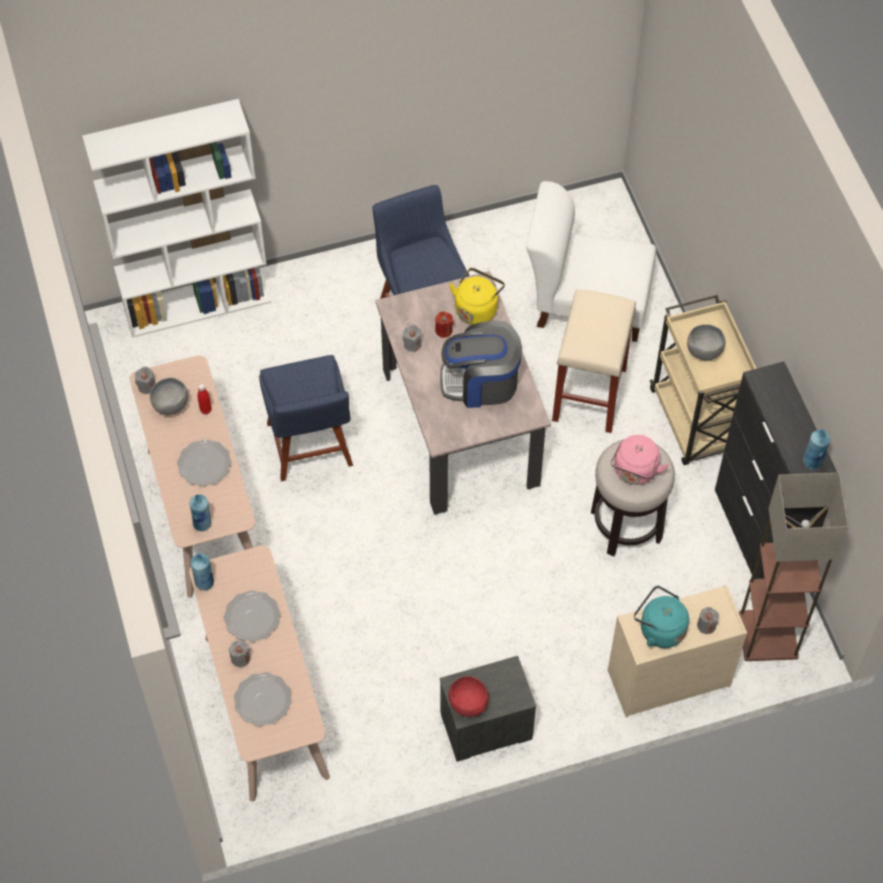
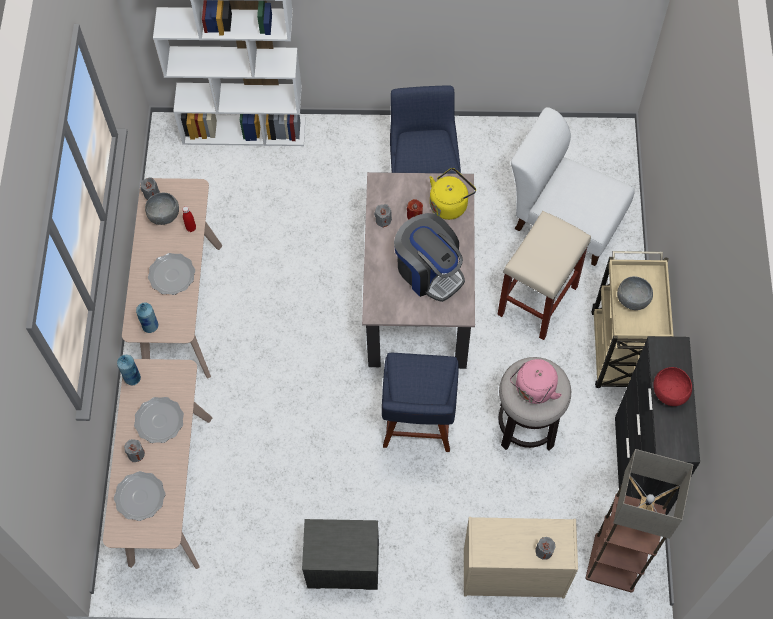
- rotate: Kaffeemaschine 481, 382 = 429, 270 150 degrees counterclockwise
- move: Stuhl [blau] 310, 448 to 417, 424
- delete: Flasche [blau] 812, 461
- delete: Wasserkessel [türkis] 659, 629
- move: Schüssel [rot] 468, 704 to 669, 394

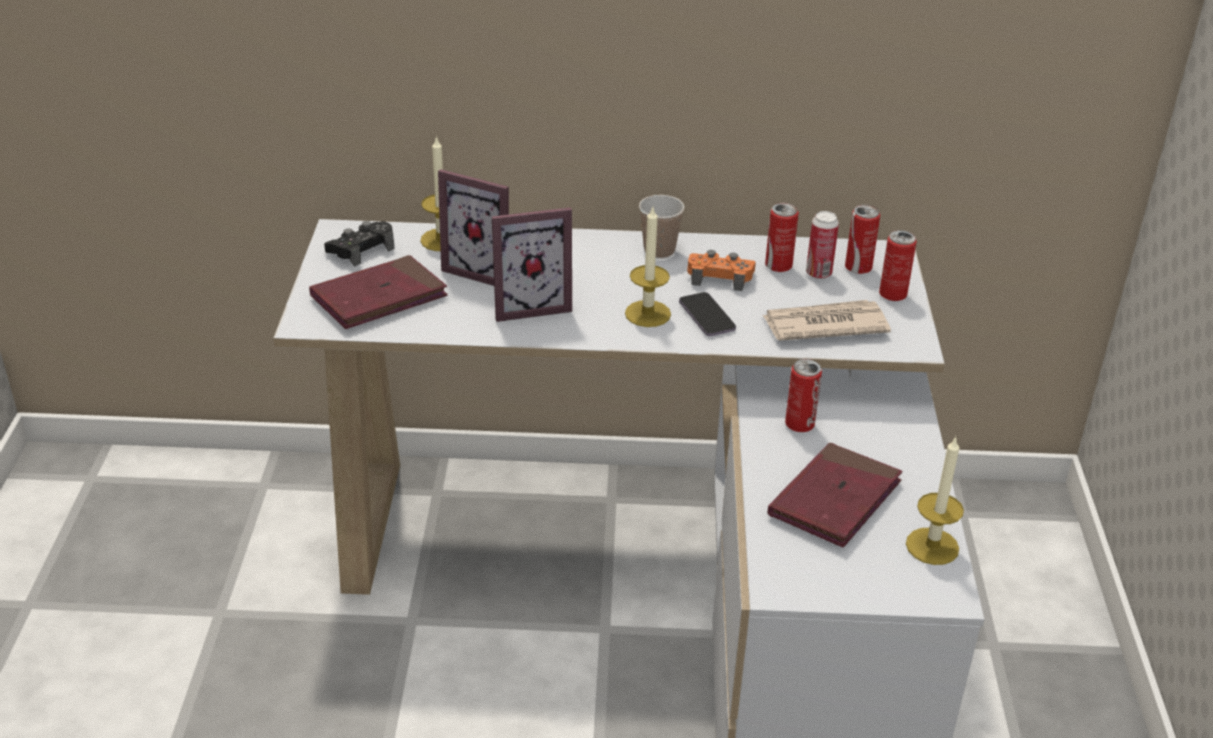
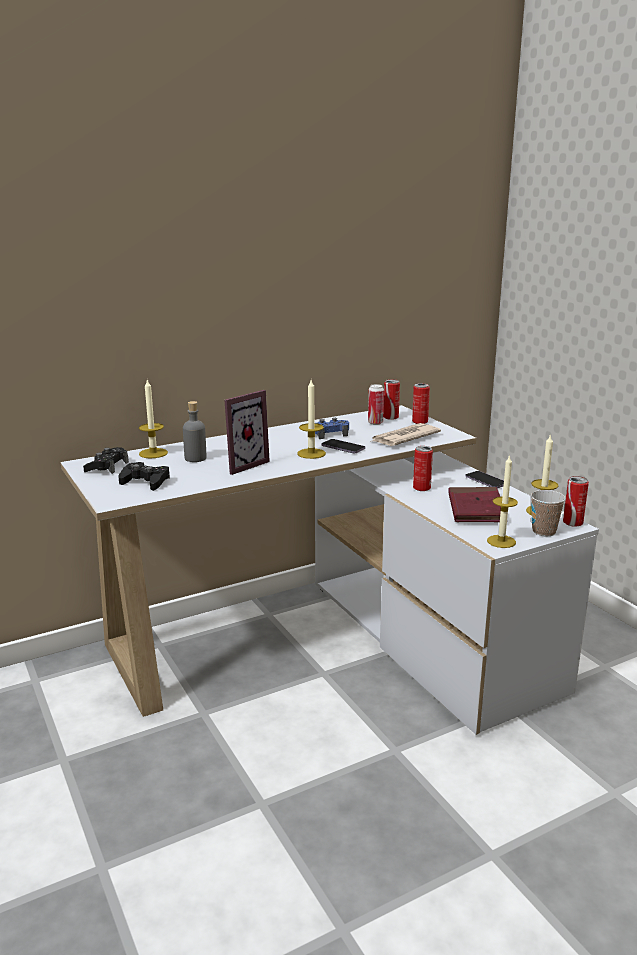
- replace: Bilderrahmen 484, 269 to Flasche [grau] 195, 458
- move: Tasse 659, 251 to 544, 531
- move: Dose 778, 266 to 572, 523
- recolor: Gamepad [orange] 720, 277 to Gamepad [blau] 329, 434
- replace: Buch [rot] 379, 297 to Gamepad [schwarz] 145, 482
- insert: Kerze 501, 541
- insert: Handy 486, 481

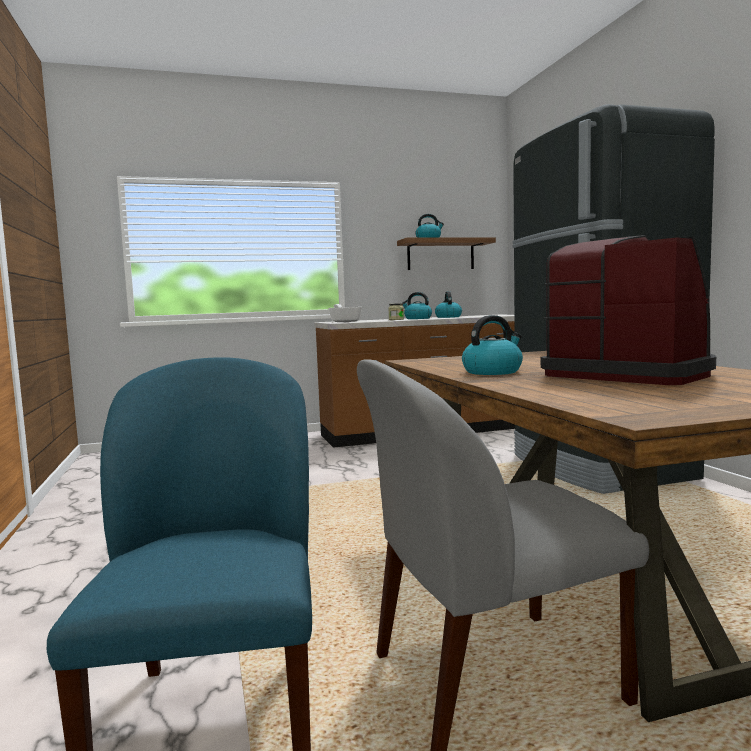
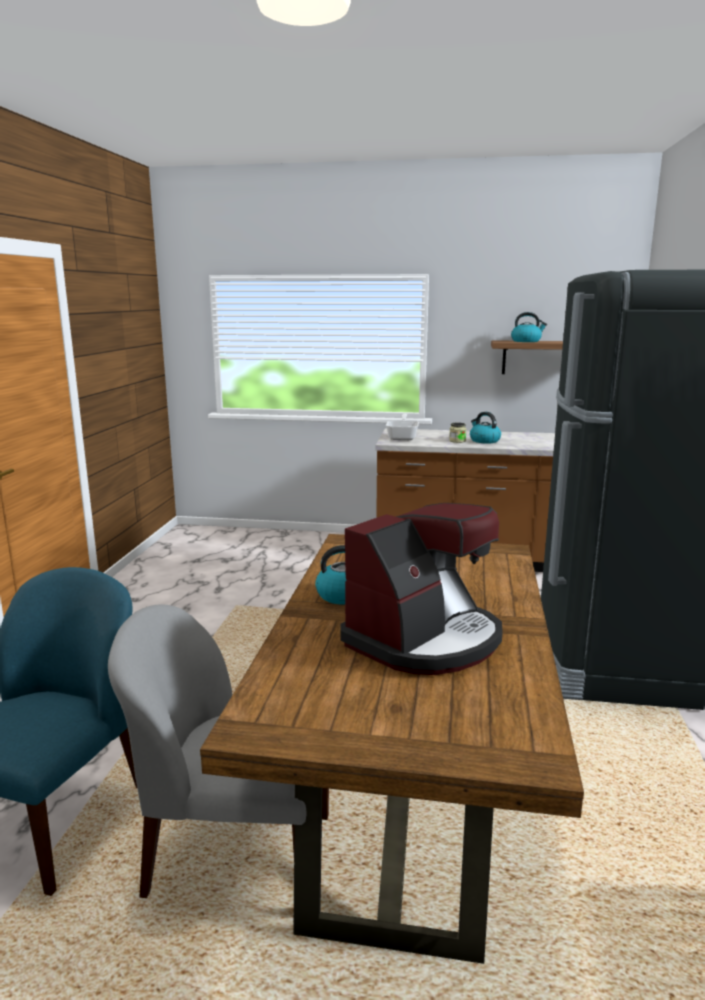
- rotate: Kaffeemaschine 629, 374 = 425, 639 60 degrees clockwise
- delete: Wasserkessel 448, 317

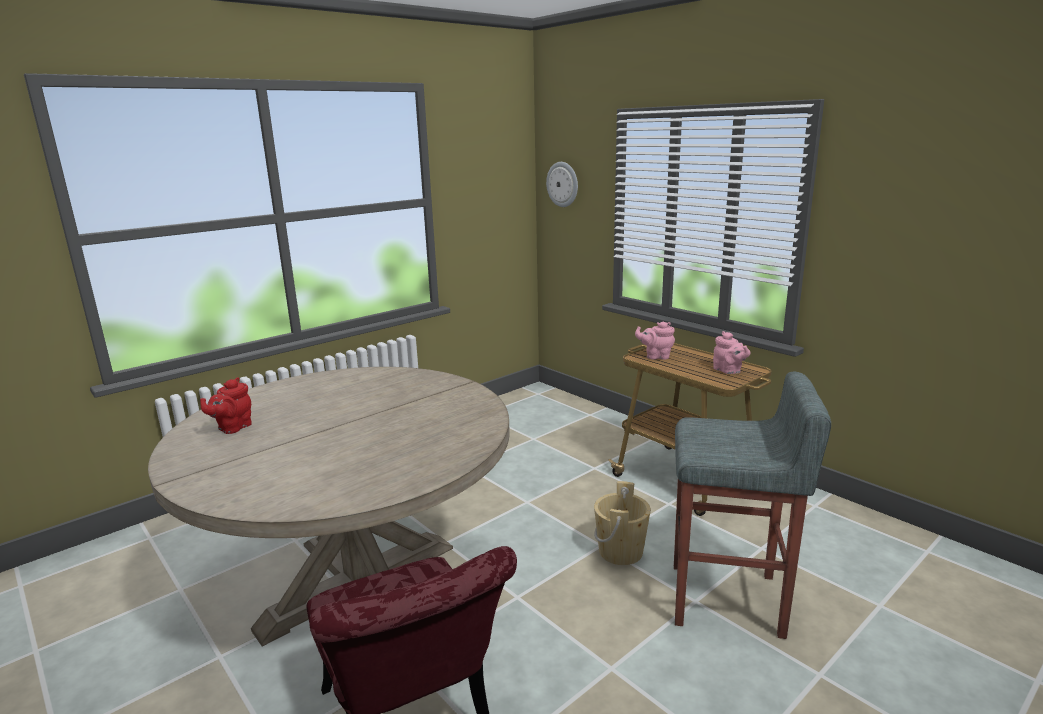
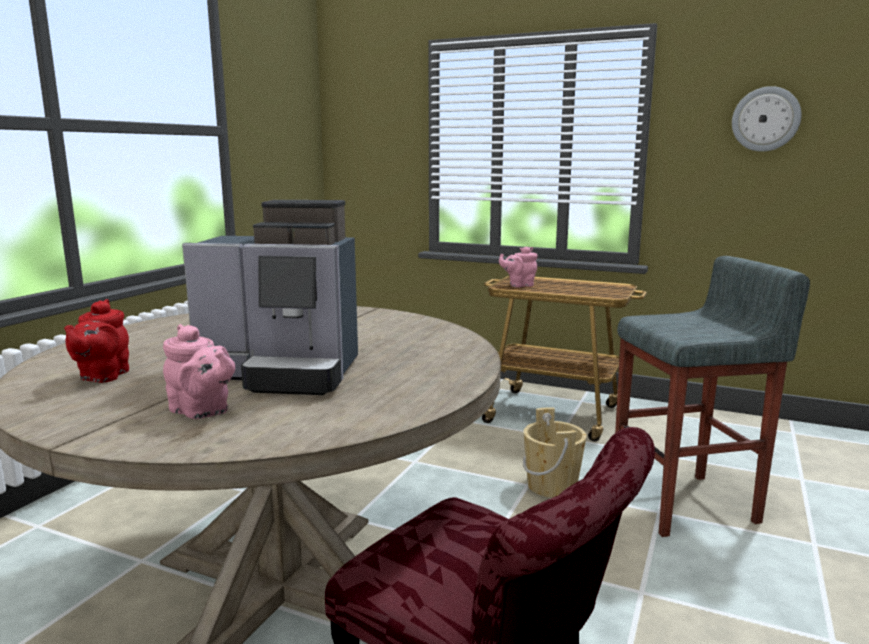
- move: Wanduhr 563, 184 to 765, 119
- move: Teekanne [rosa] 728, 371 to 202, 411
- insert: Kaffeemaschine 284, 374

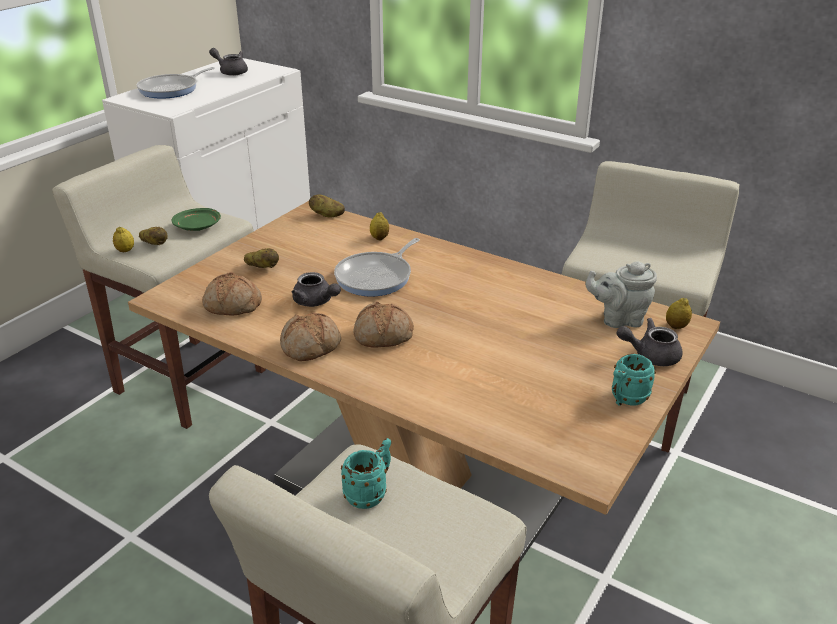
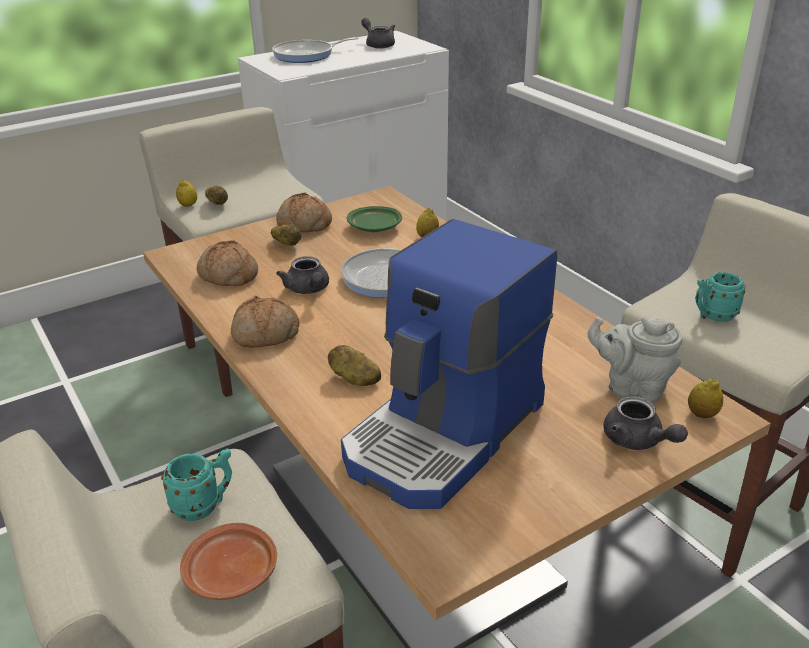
- move: Kartoffel 327, 215 to 354, 379
- move: Teller [grün] 198, 226 to 375, 228
- move: Brot 383, 336 to 304, 225
- rotate: Teekanne [grau] 650, 355 = 637, 441 150 degrees counterclockwise
- move: Henkelbecher [türkis] 625, 399 to 712, 316
- insert: Kaffeemaschine 446, 434
- insert: Teller [braun] 231, 574

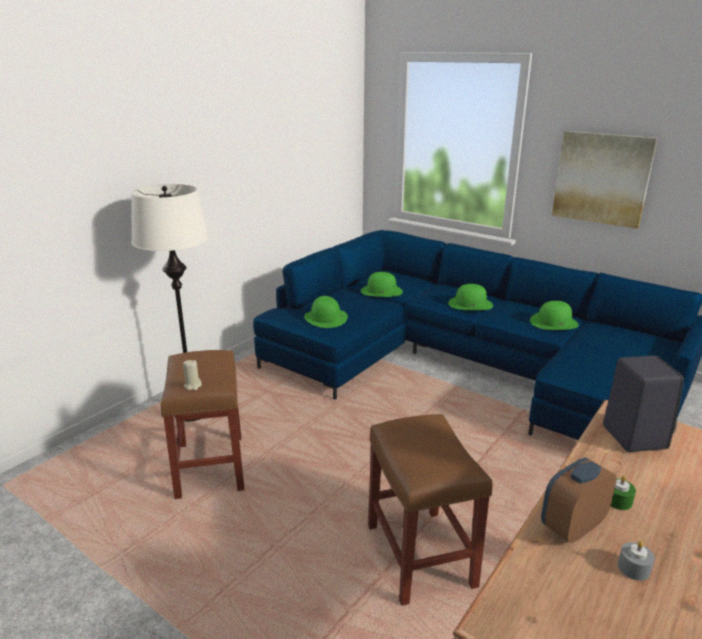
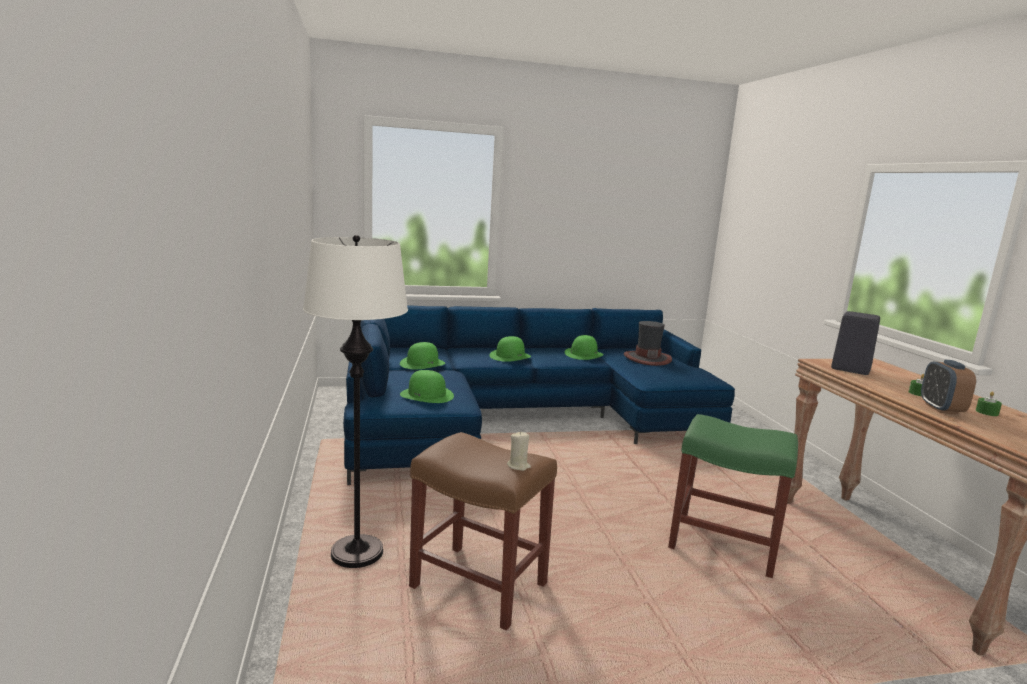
- delete: Bild 602, 178
- recolor: Hocker [braun] 421, 556 to Hocker [grün] 725, 545
- recolor: Kerze [grau] 633, 568 to Kerze [grün] 986, 412
- insert: Hut 647, 358

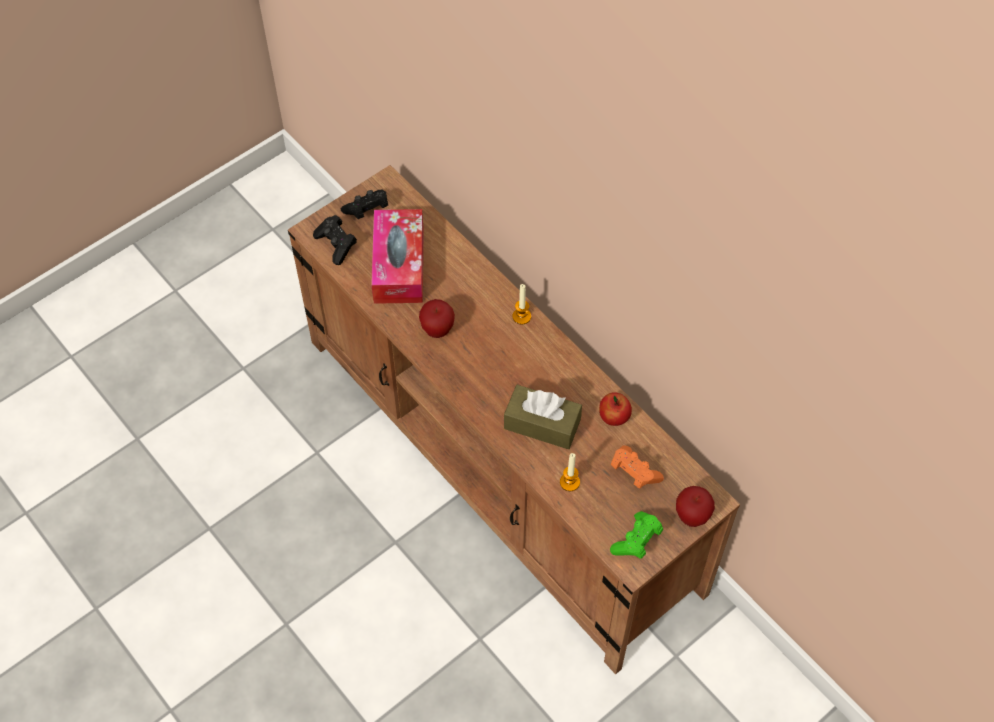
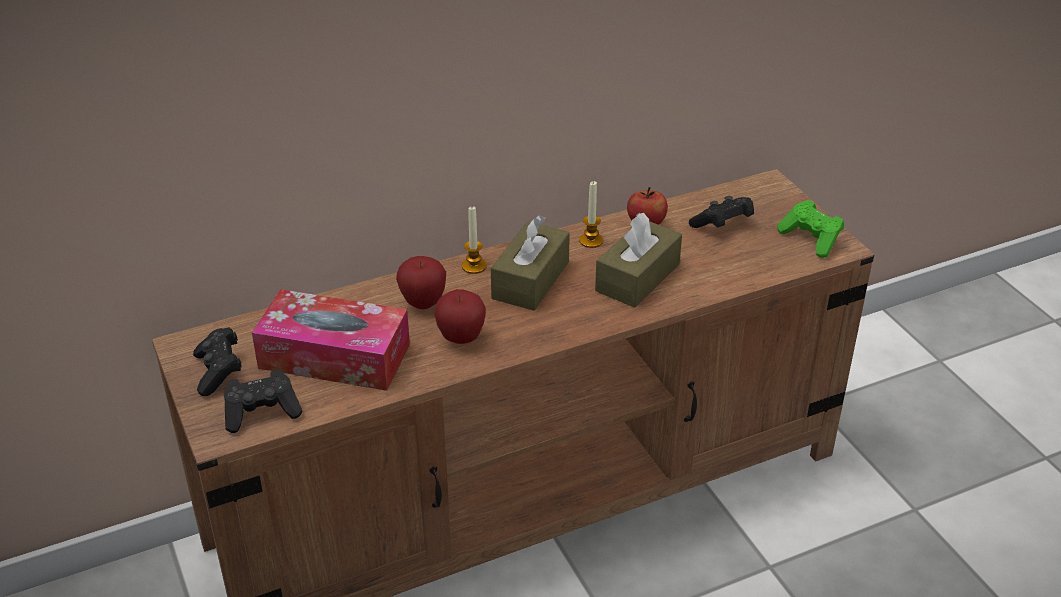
- recolor: Gamepad [orange] 634, 472 to Gamepad [schwarz] 722, 225
- move: Kerze 569, 482 to 591, 241
- move: Apfel 692, 516 to 423, 303
- insert: Taschentuchbox [braun] 530, 280

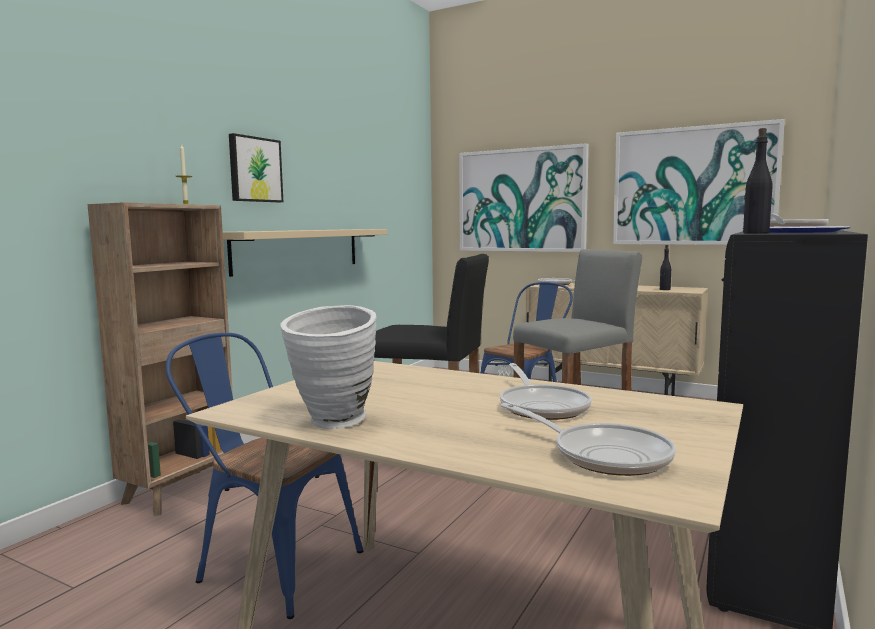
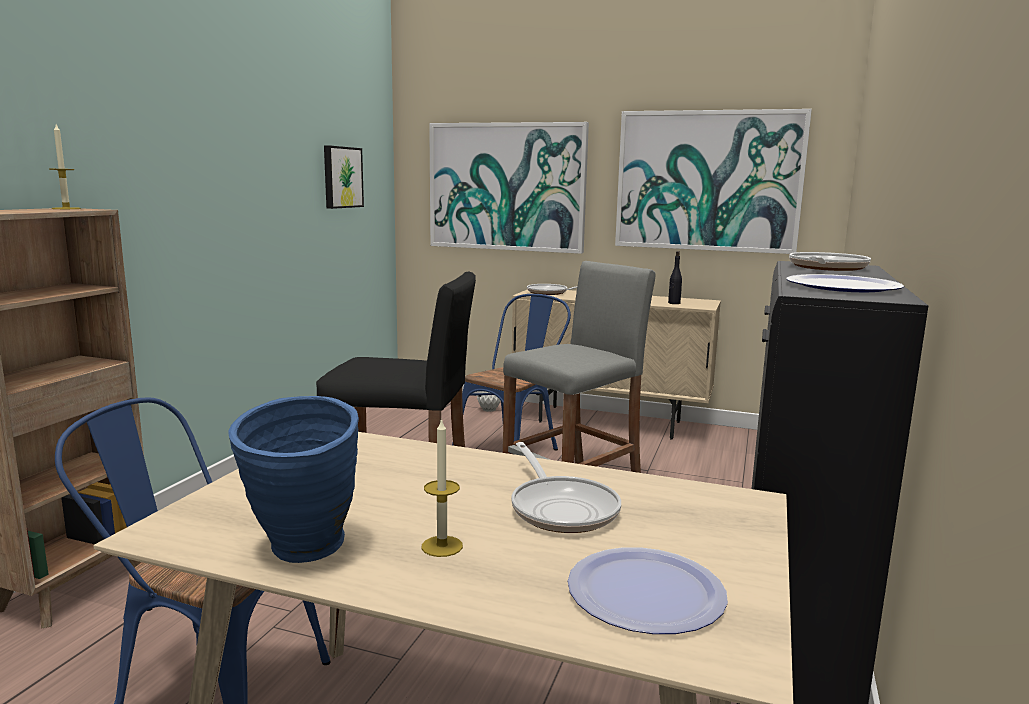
- delete: Flasche [schwarz] 755, 233
- move: Bild 254, 169 to 341, 177
- delete: Wandregal [beige] 298, 250
- recolor: Vase [weiß] 333, 424 to Vase [blau] 303, 554
- replace: Pfanne 603, 455 to Teller 645, 592
- insert: Kerze 442, 546

